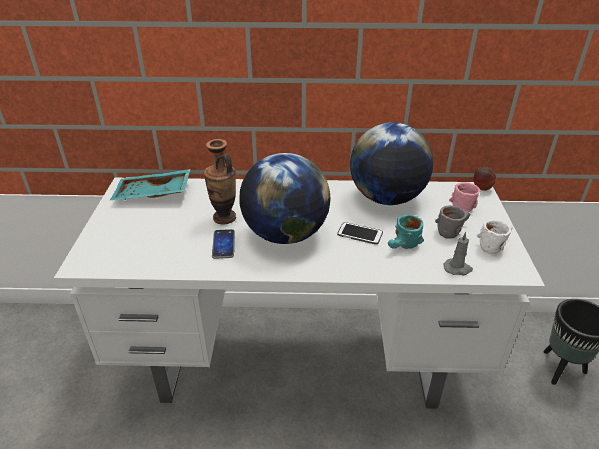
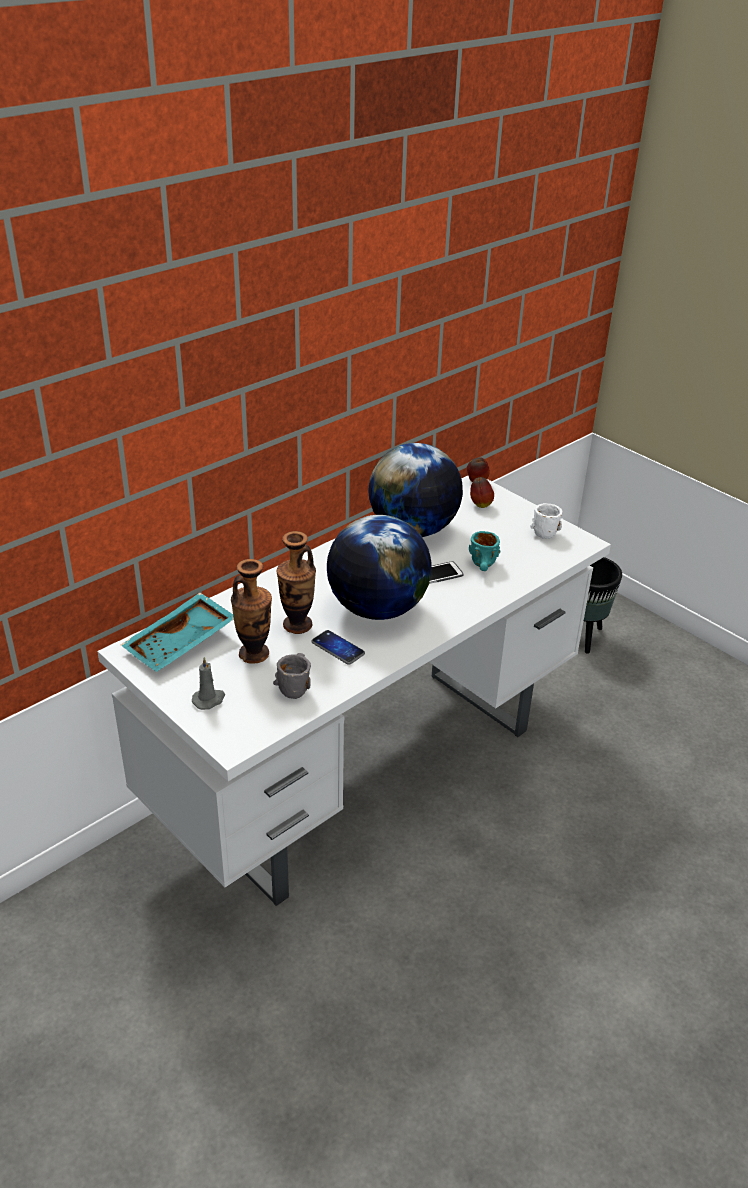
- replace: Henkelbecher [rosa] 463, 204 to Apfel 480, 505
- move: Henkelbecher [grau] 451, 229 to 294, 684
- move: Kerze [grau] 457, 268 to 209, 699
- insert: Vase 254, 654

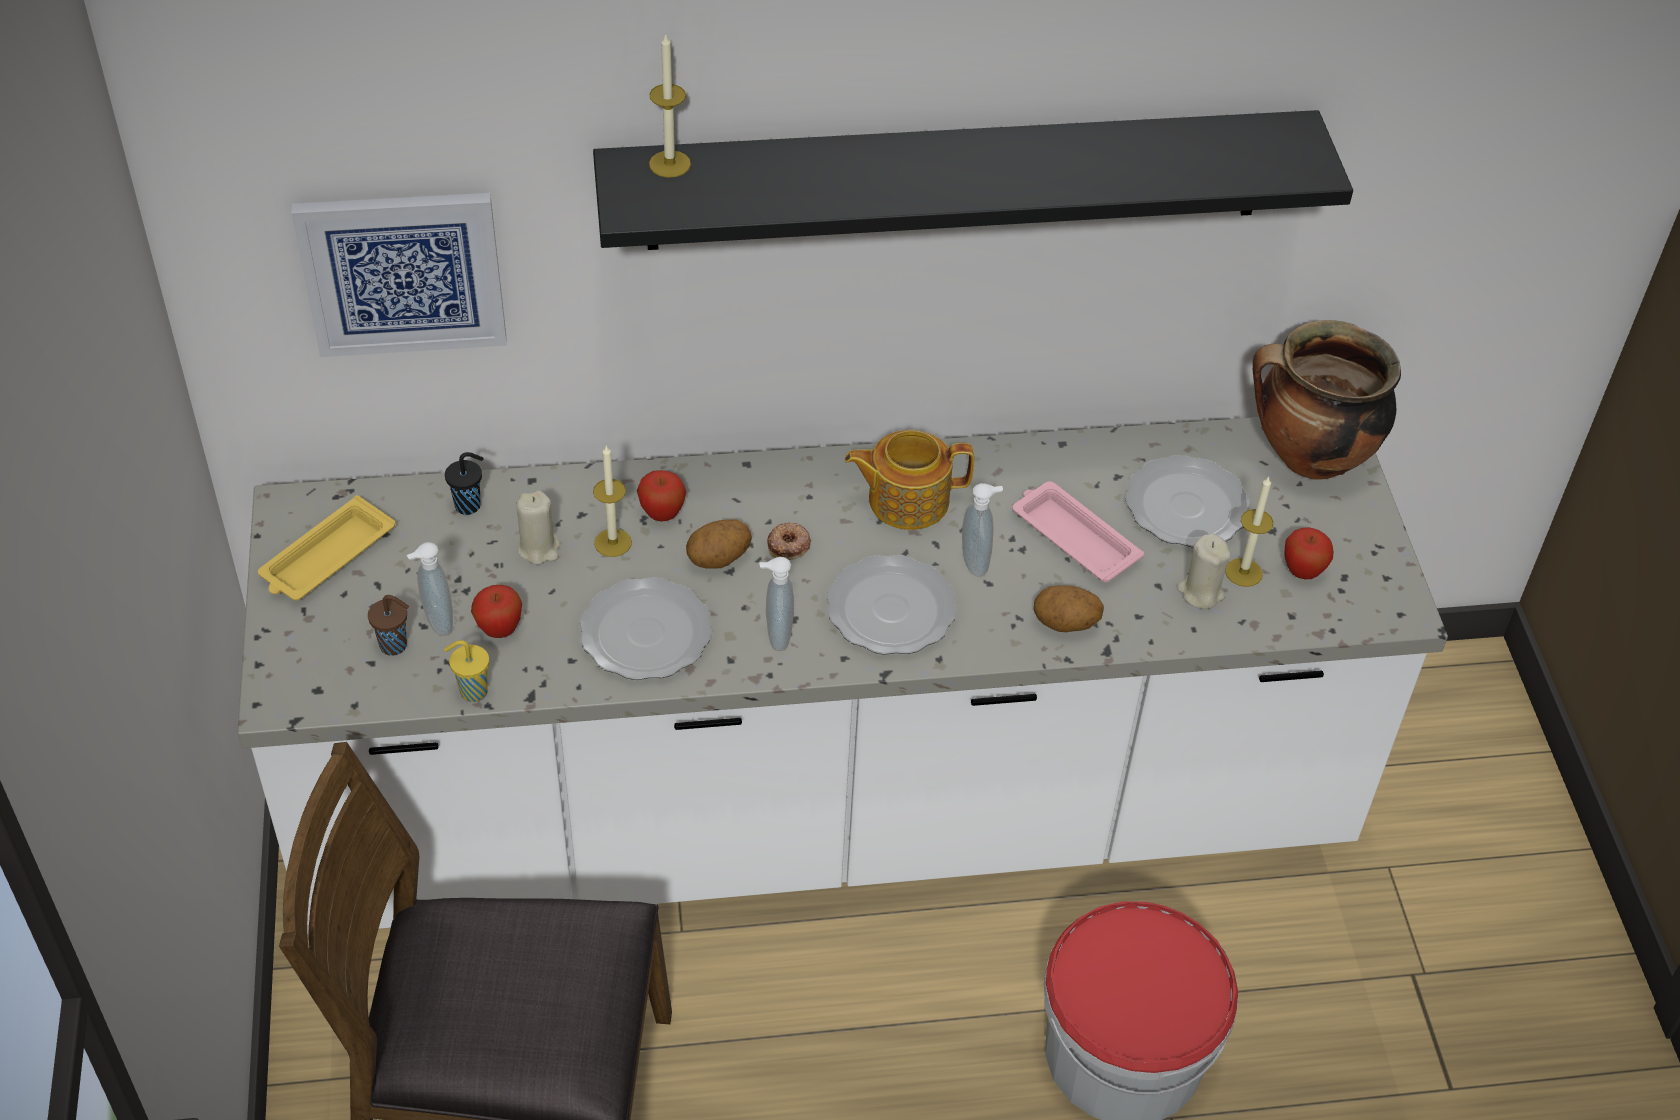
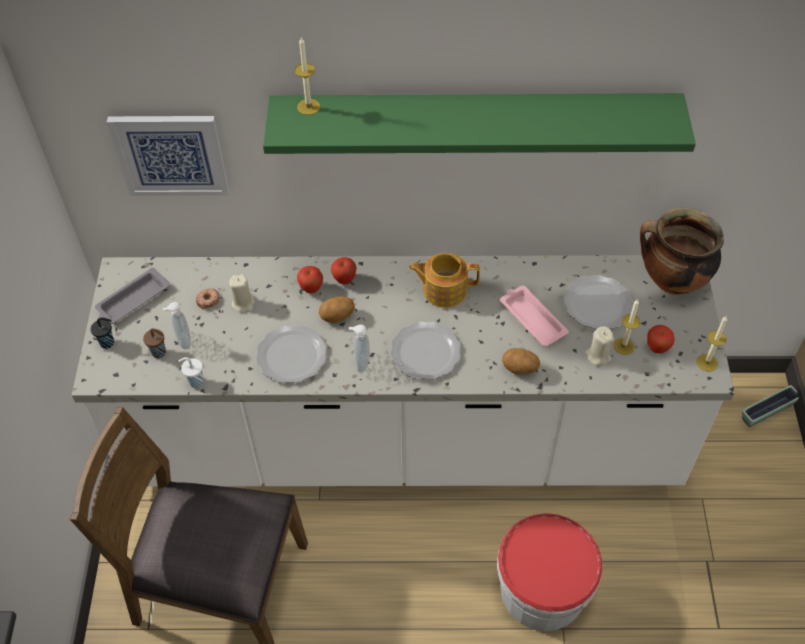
- recolor: Wandregal [schwarz] 957, 180 to Wandregal [grün] 474, 121
- move: Kerze 613, 542 to 707, 362
- move: Tasse [schwarz] 469, 505 to 108, 343
- delete: Seifenspender 977, 562
- recolor: Tablett [gelb] 326, 557 to Tablett [grau] 132, 300
- move: Donut 789, 545 to 208, 300
- move: Apfel 499, 630 to 344, 280
- recolor: Tasse [gelb] 472, 691 to Tasse [weiß] 195, 382
- insert: Pflanzkübel 767, 411

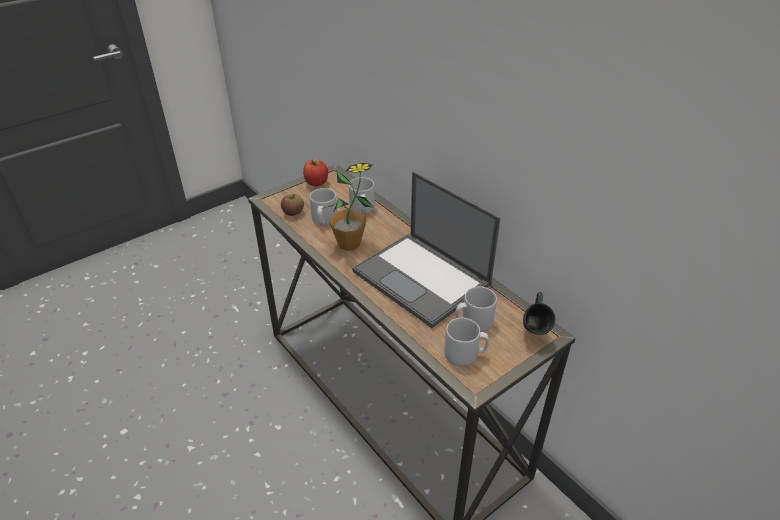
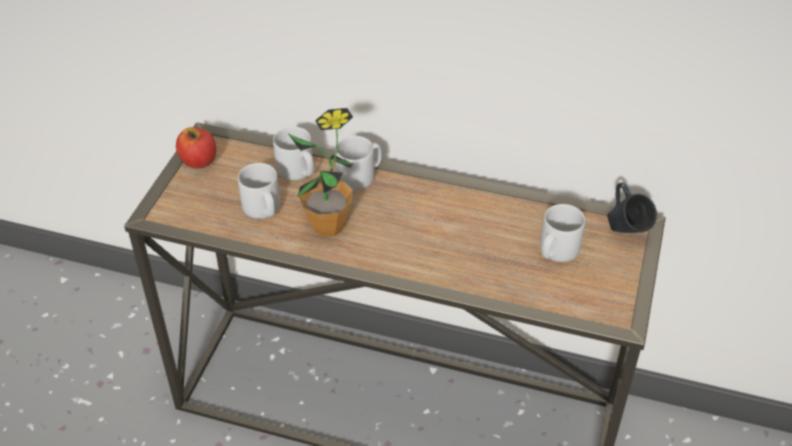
- delete: Laptop 423, 278
- delete: Apfel 293, 212
- move: Henkelbecher [grau] 465, 354 to 360, 176

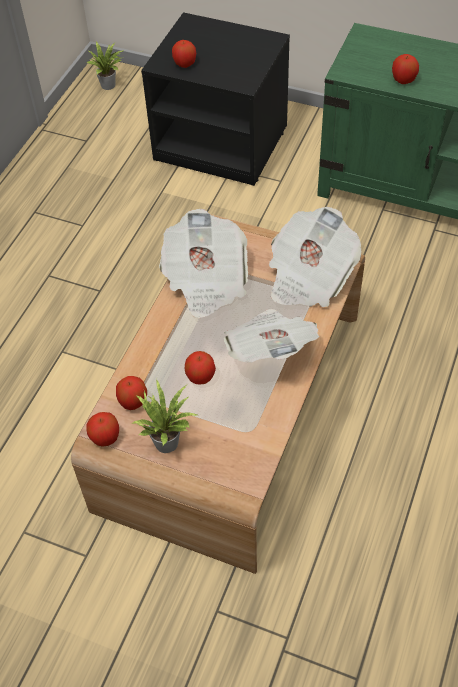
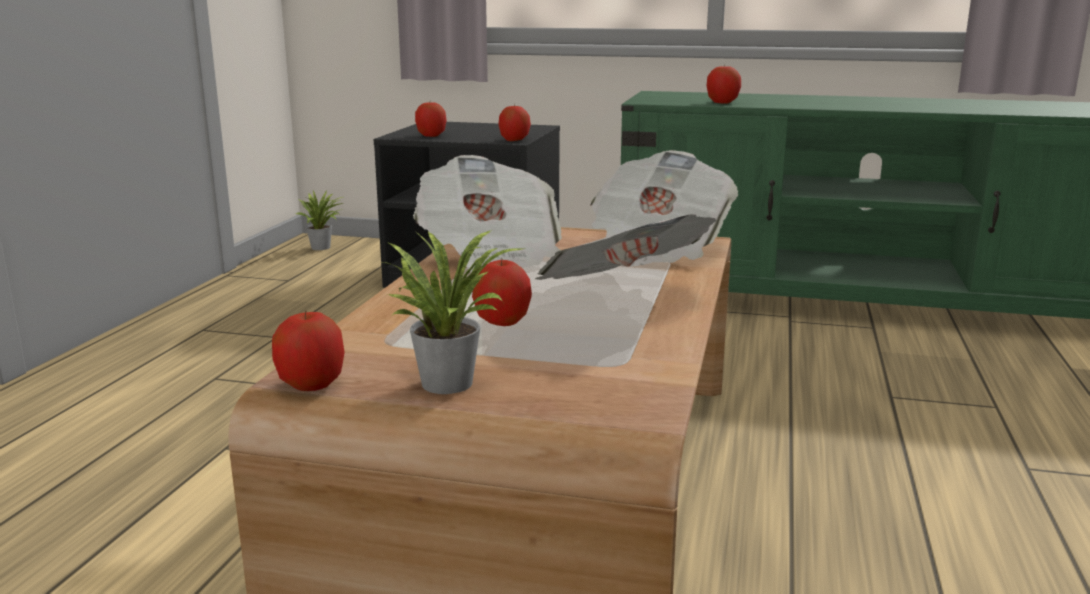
- move: Apfel 133, 401 to 514, 140

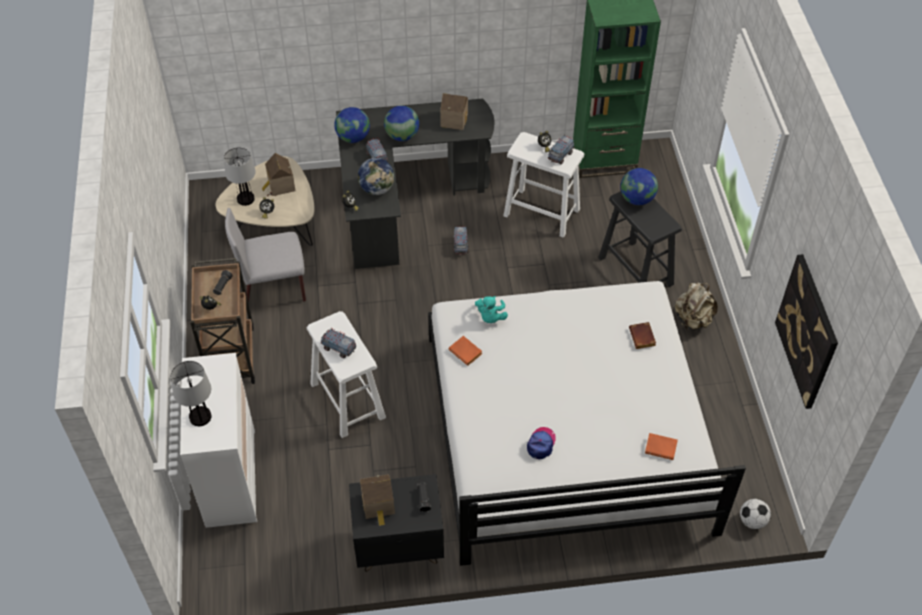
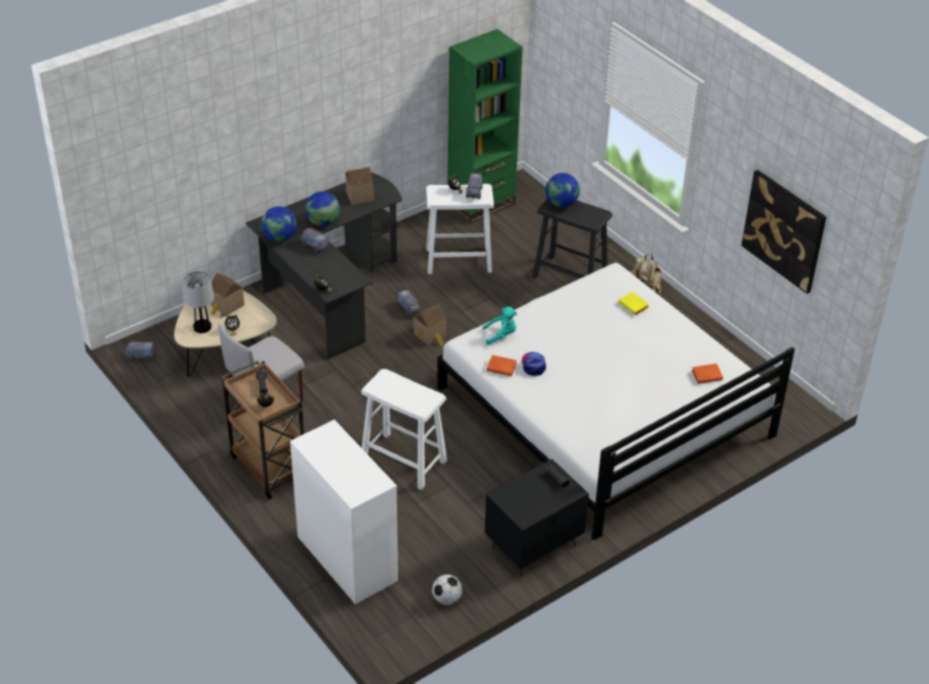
- delete: Globus 377, 189
- rotate: Plüschtier [türkis] 490, 317 = 501, 335 75 degrees counterclockwise
- recolor: Buch [braun] 643, 338 to Buch [gelb] 634, 306
- move: Spielzeuglaster 338, 348 to 141, 356
- delete: Tischlampe 200, 417
- move: Kappe 541, 444 to 533, 365
- move: Spielzeughaus 378, 505 to 431, 335
- move: Fußball 752, 521 to 446, 599

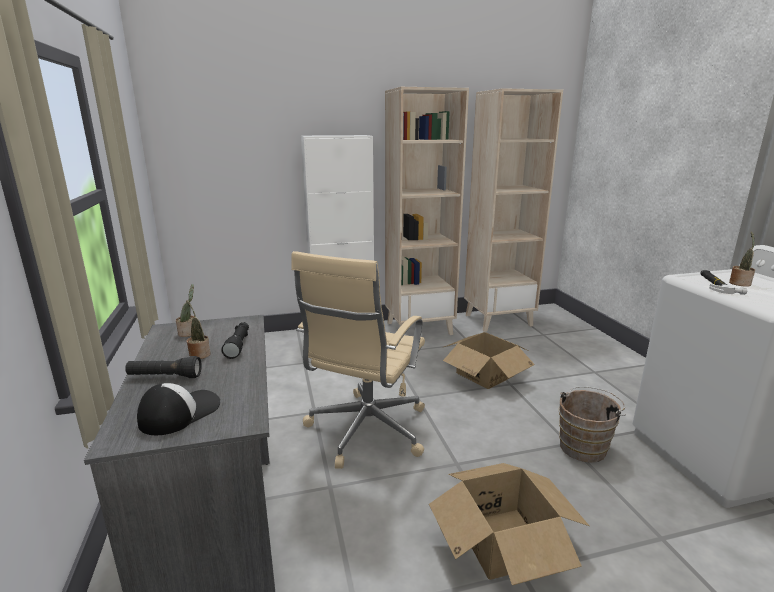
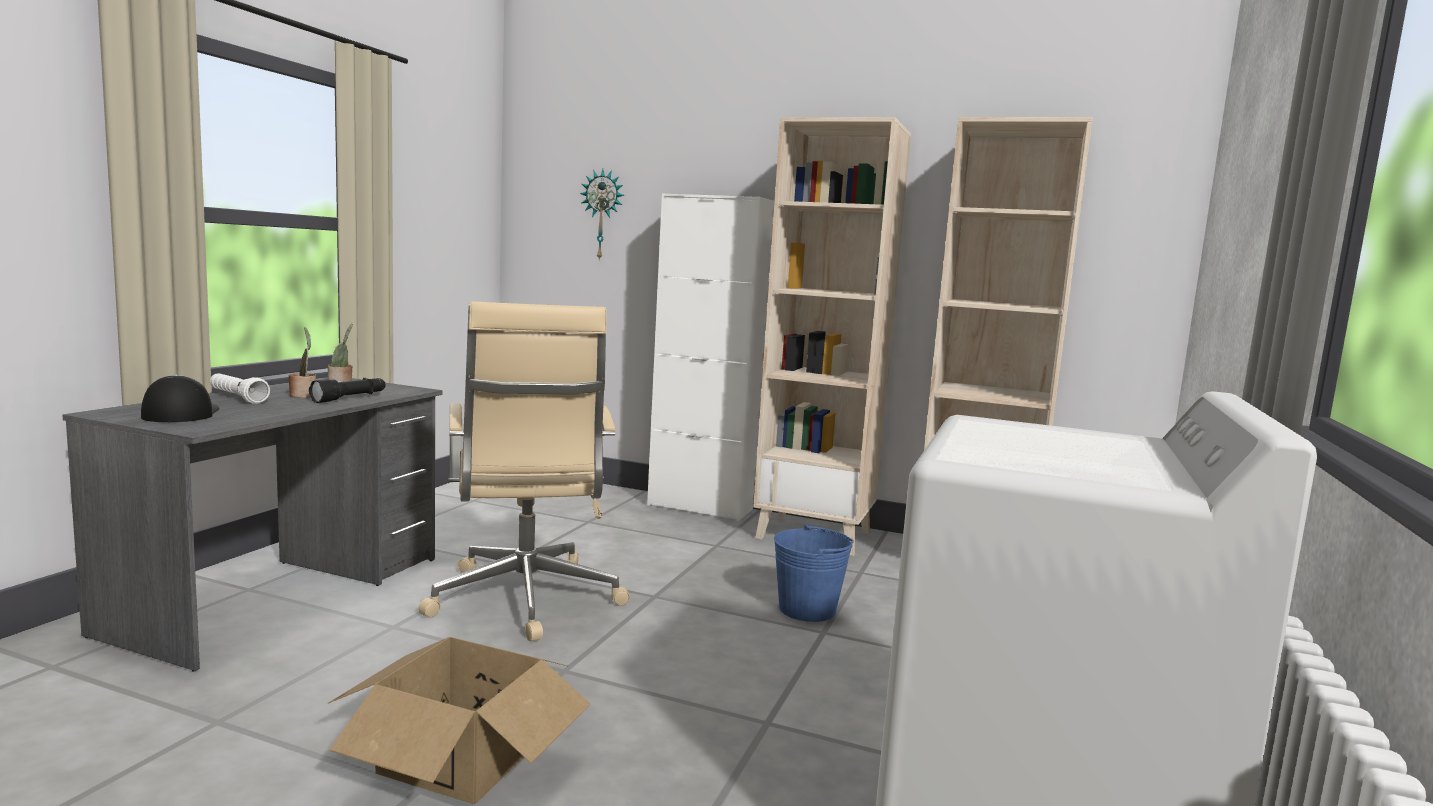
- delete: Topfpflanze 739, 283
- rotate: Bürostuhl [beige] 365, 431 = 525, 601 75 degrees counterclockwise
- delete: Hammer 716, 284
- replace: Karton 485, 374 to Eimer [blau] 807, 609
- recolor: Taschenlampe [schwarz] 165, 377 to Taschenlampe [weiß] 237, 398
- rotate: Kappe 179, 412 = 180, 413 90 degrees counterclockwise
- delete: Eimer [braun] 584, 446
- insert: Wanduhr 603, 215

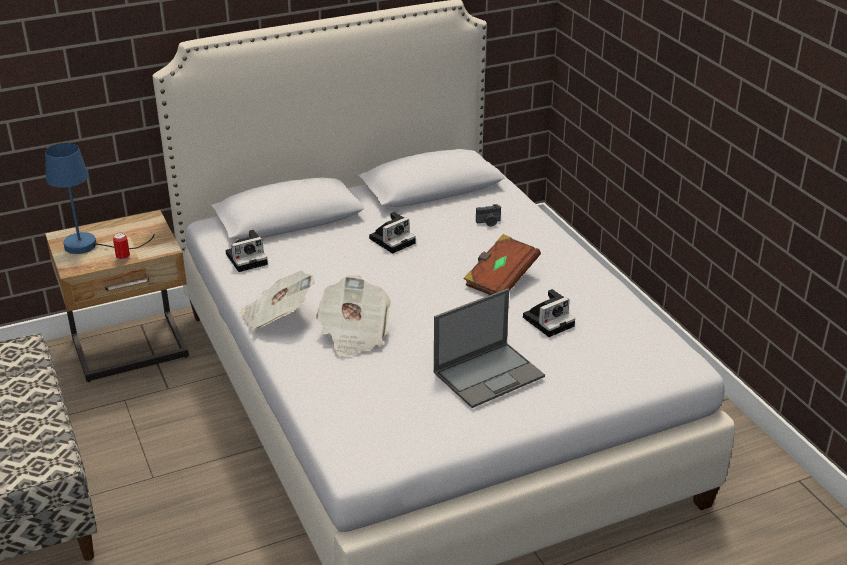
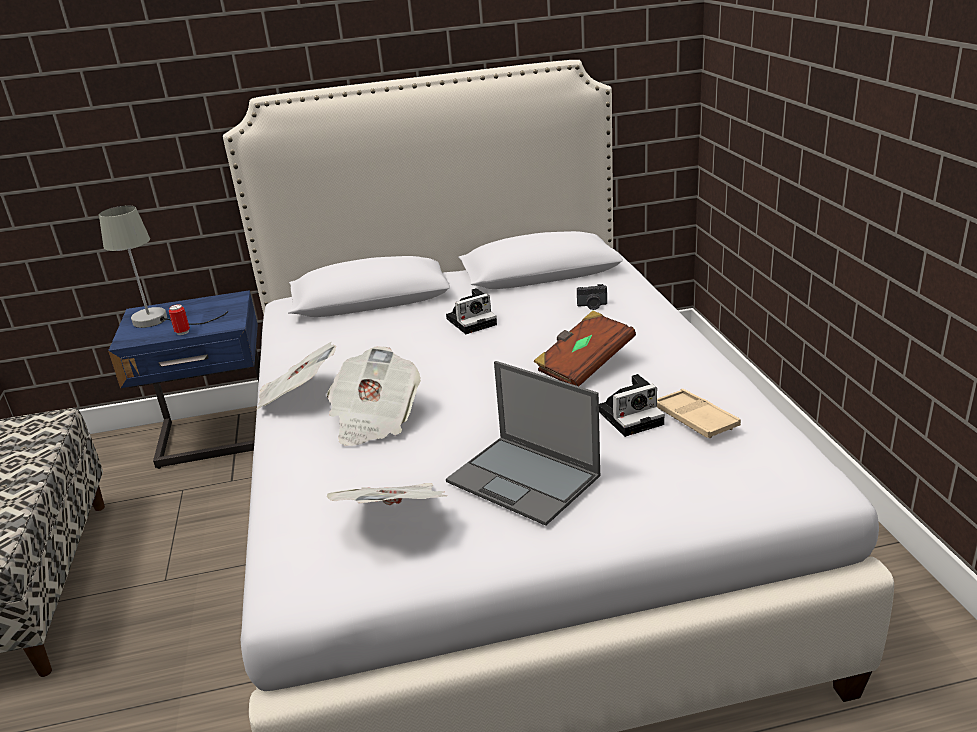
- recolor: Tischlampe [blau] 91, 245 to Tischlampe [grau] 160, 320
- recolor: Nachttisch [beige] 132, 350 to Nachttisch [blau] 216, 439
- delete: Kamera 248, 258
- rotate: Laptop 489, 374 = 525, 479 60 degrees clockwise
- insert: Tablett [beige] 694, 419
- insert: Zeitung 396, 518

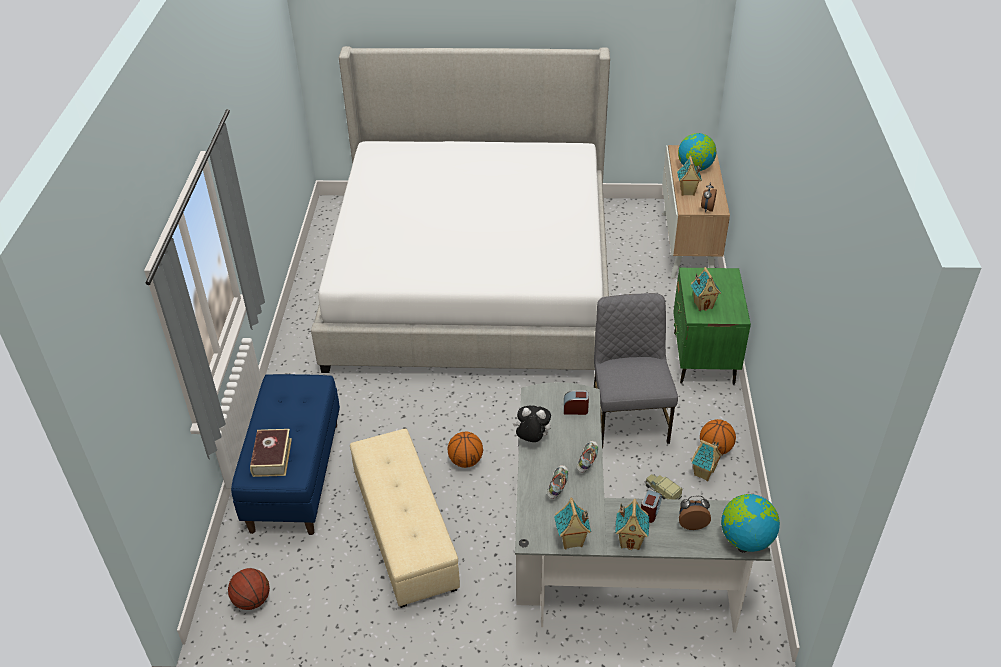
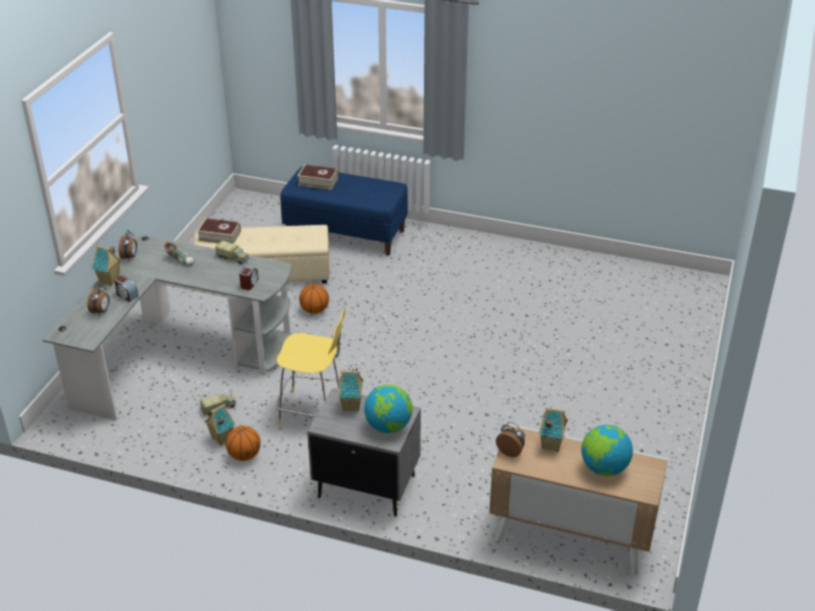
- delete: Bett 472, 279
- recolor: Nachttisch [grün] 703, 358 to Nachttisch [grau] 366, 486
- replace: Stuhl [grau] 628, 417 to Hocker [gelb] 313, 411
- replace: Plüschtier 532, 439 to Spielzeuglaster 233, 258
- delete: Schuh 587, 461
- move: Globus 746, 539 to 388, 426
- replace: Spielzeughaus 571, 541 to Wecker 130, 257
- delete: Basketball 252, 600
- insert: Buch 219, 236

